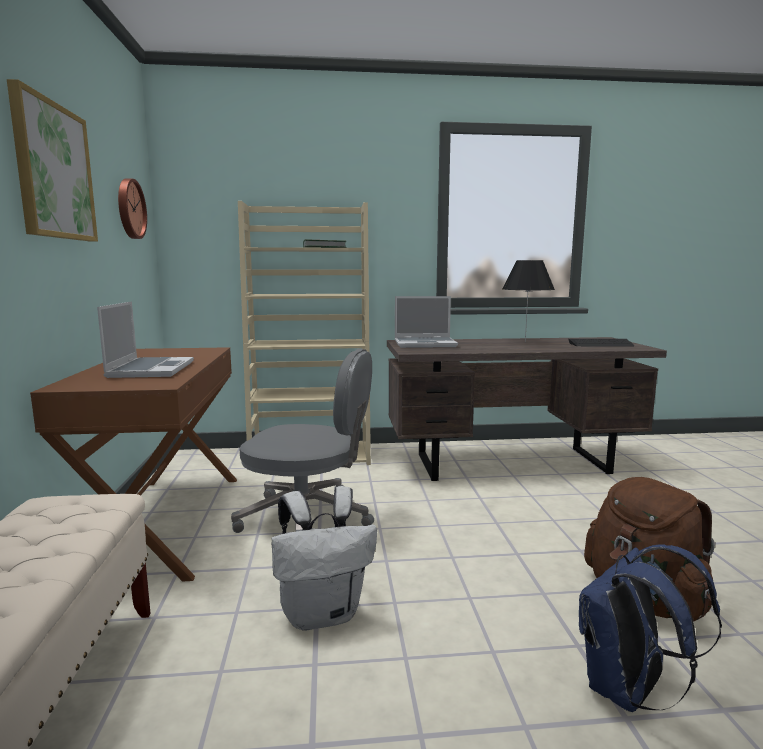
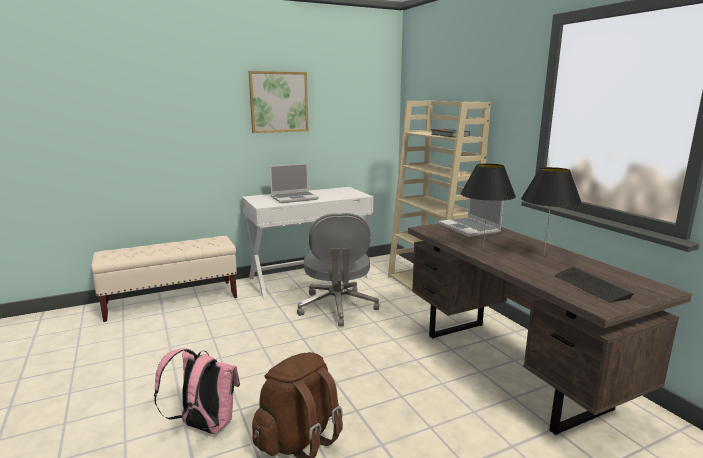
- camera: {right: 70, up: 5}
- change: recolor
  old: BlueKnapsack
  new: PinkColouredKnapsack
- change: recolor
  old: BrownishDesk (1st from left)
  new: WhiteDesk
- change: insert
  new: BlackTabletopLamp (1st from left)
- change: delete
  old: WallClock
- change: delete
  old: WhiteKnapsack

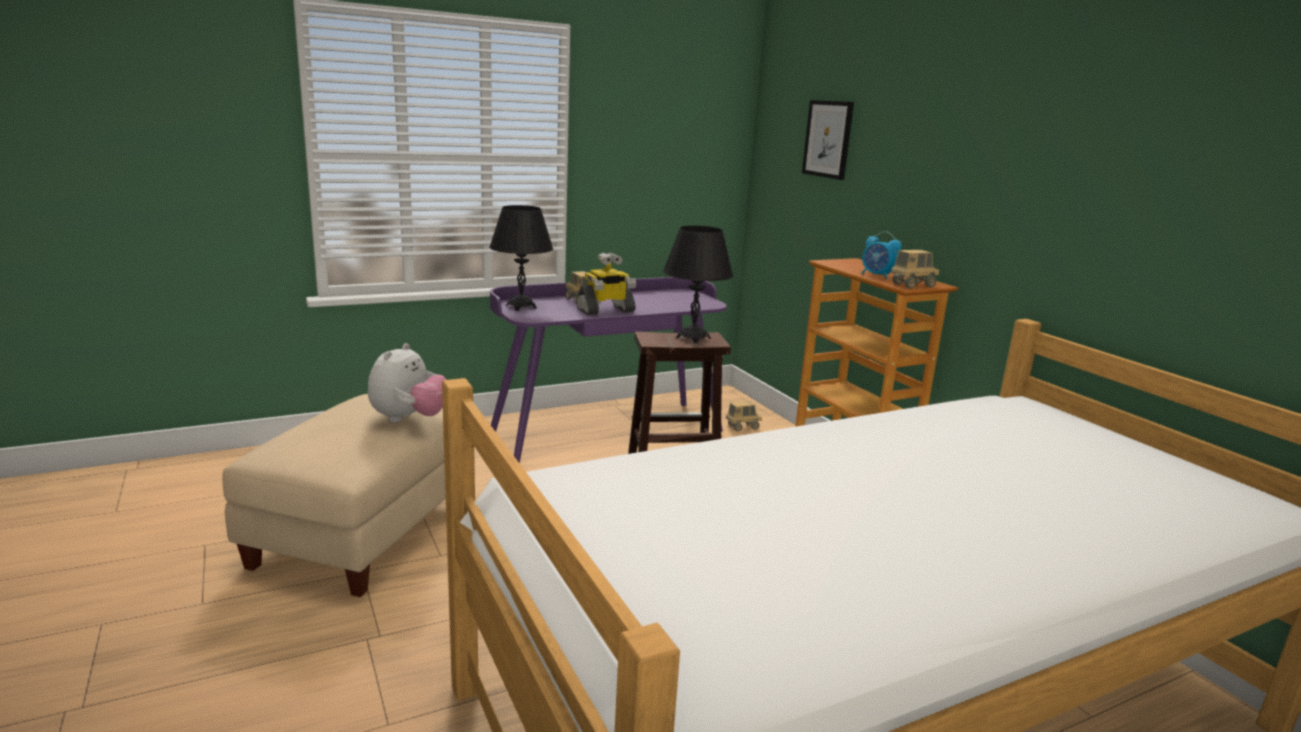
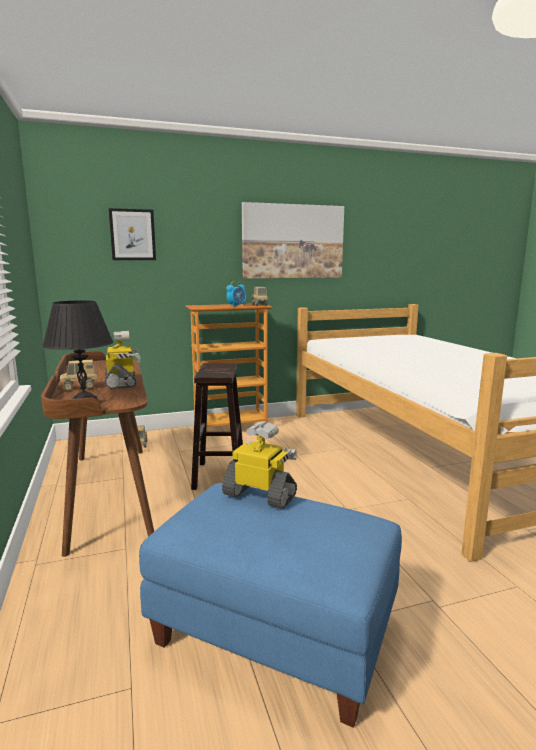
- camera: {right: -80, up: -5}
- change: recolor
  old: PurpleDesk
  new: BrownishDesk
- change: recolor
  old: BeigeOttoman
  new: BlueOttoman
- change: replace
  old: CuddlyToy
  new: RobotFigure (2nd from left)
- change: insert
  new: WallPicture (2nd from left)
- change: delete
  old: BlackTabletopLamp (2nd from left)

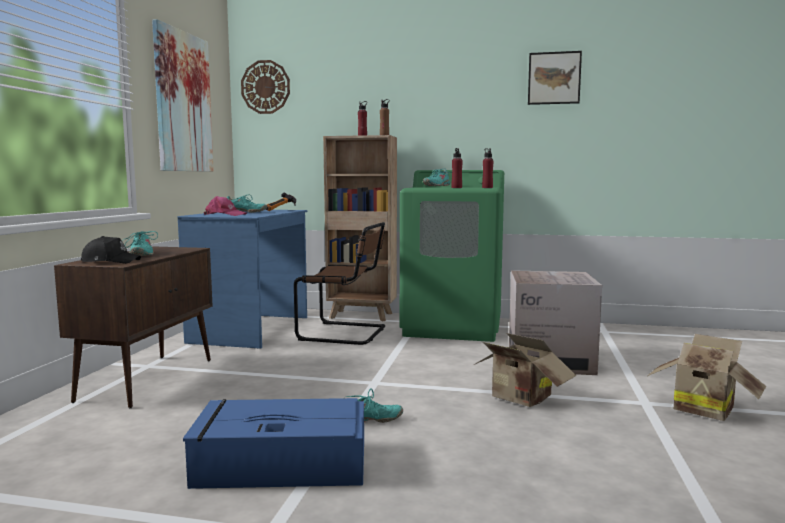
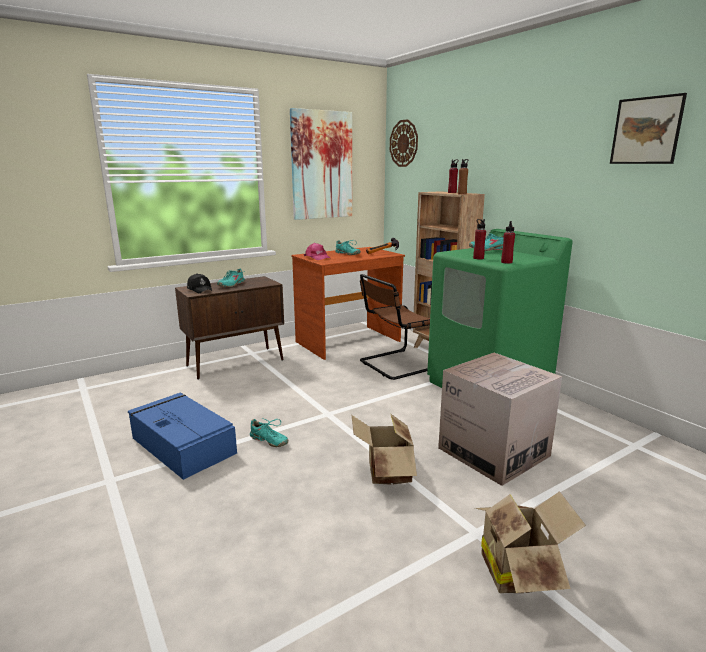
- camera: {right: 45, up: 10}
- change: recolor
  old: BlueDesk
  new: BrownishDesk
- change: rotate
  old: BrownishPlainChair
  degrees: 90

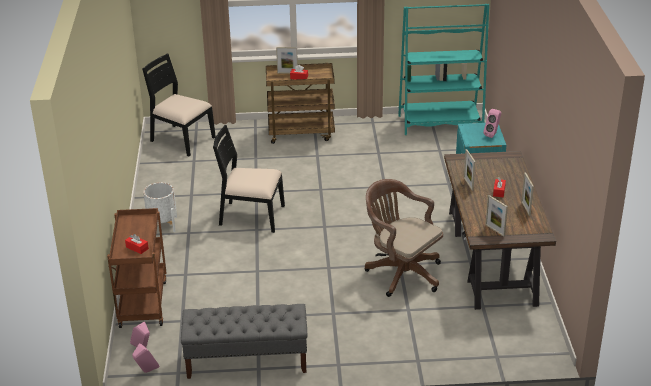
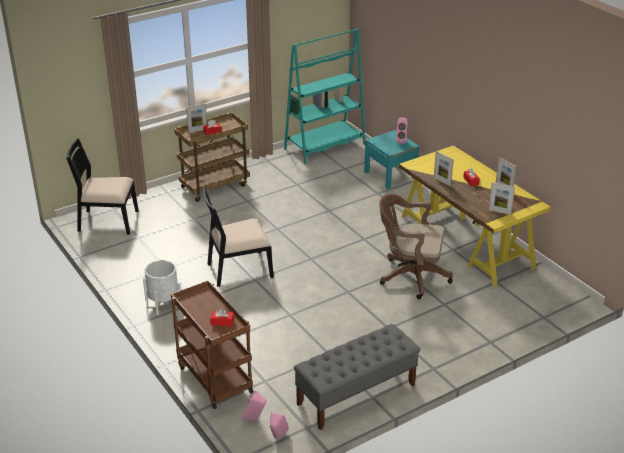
- camera: {right: -30, up: 0}
- change: recolor
  old: BrownishDesk
  new: YellowColouredDesk

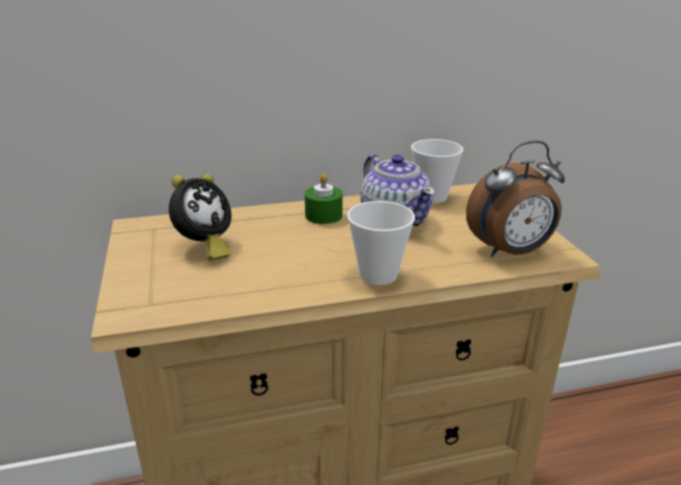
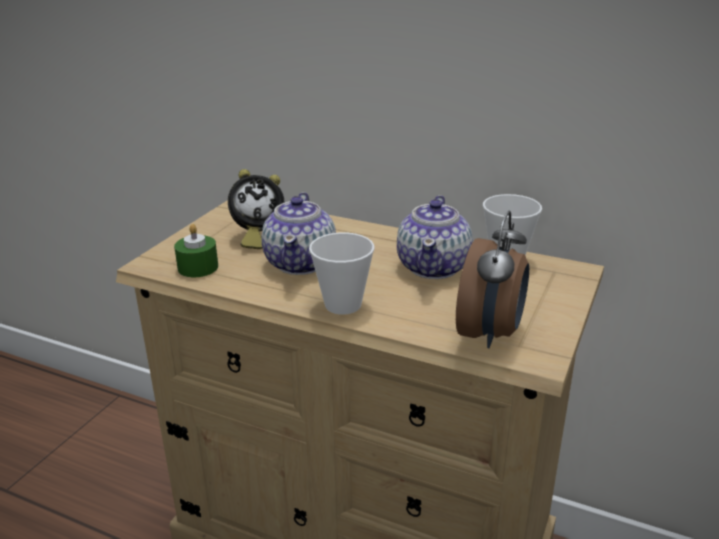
- camera: {right: 40, up: 0}
- change: move
  old: GreenishCandle
- change: insert
  new: TeaPot (1st from left)
- change: rotate
  old: TableClock (2nd from left)
  degrees: -90

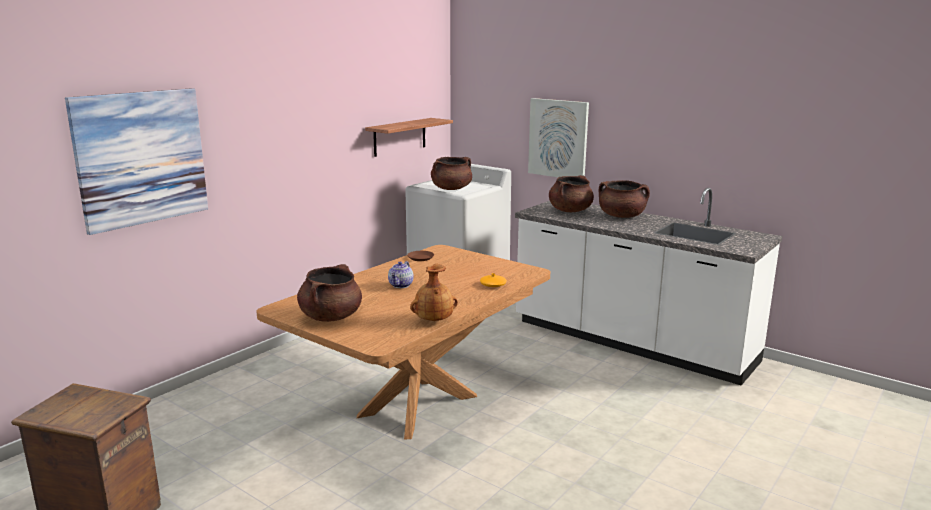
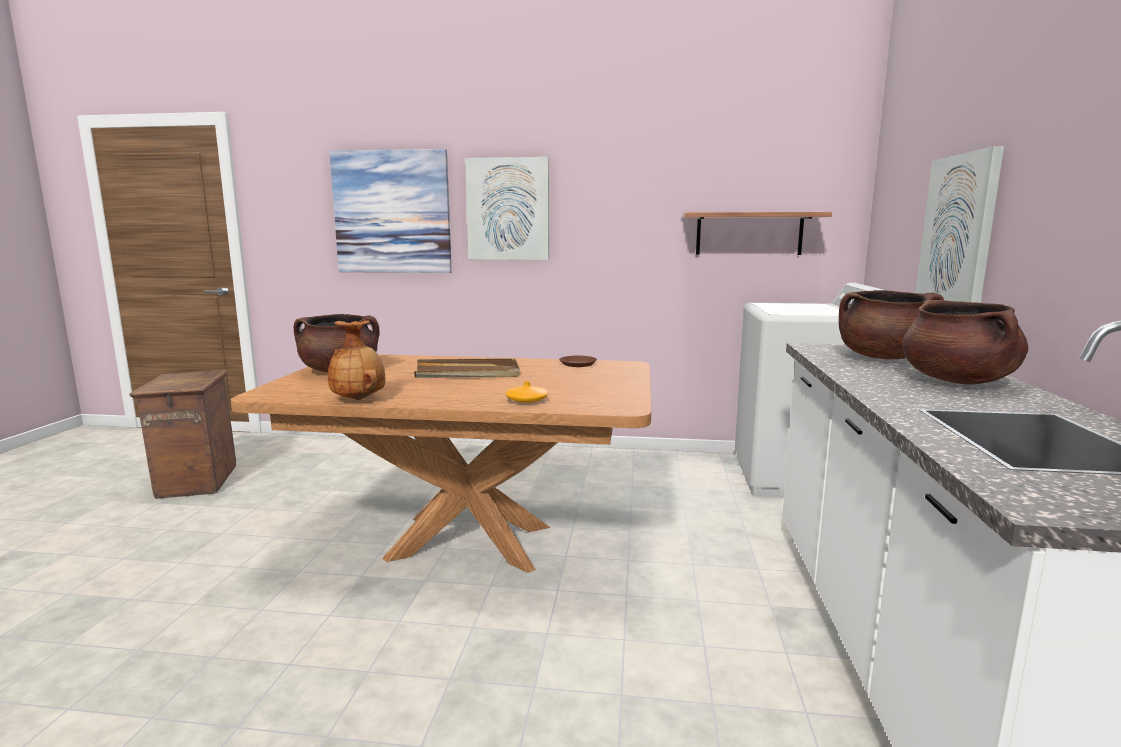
- camera: {right: 60, up: -5}
- change: replace
  old: TeaPot
  new: BrownishCarryingTray
- change: insert
  new: WallPicture (2nd from left)
- change: delete
  old: BrownishSaucepot (2nd from left)

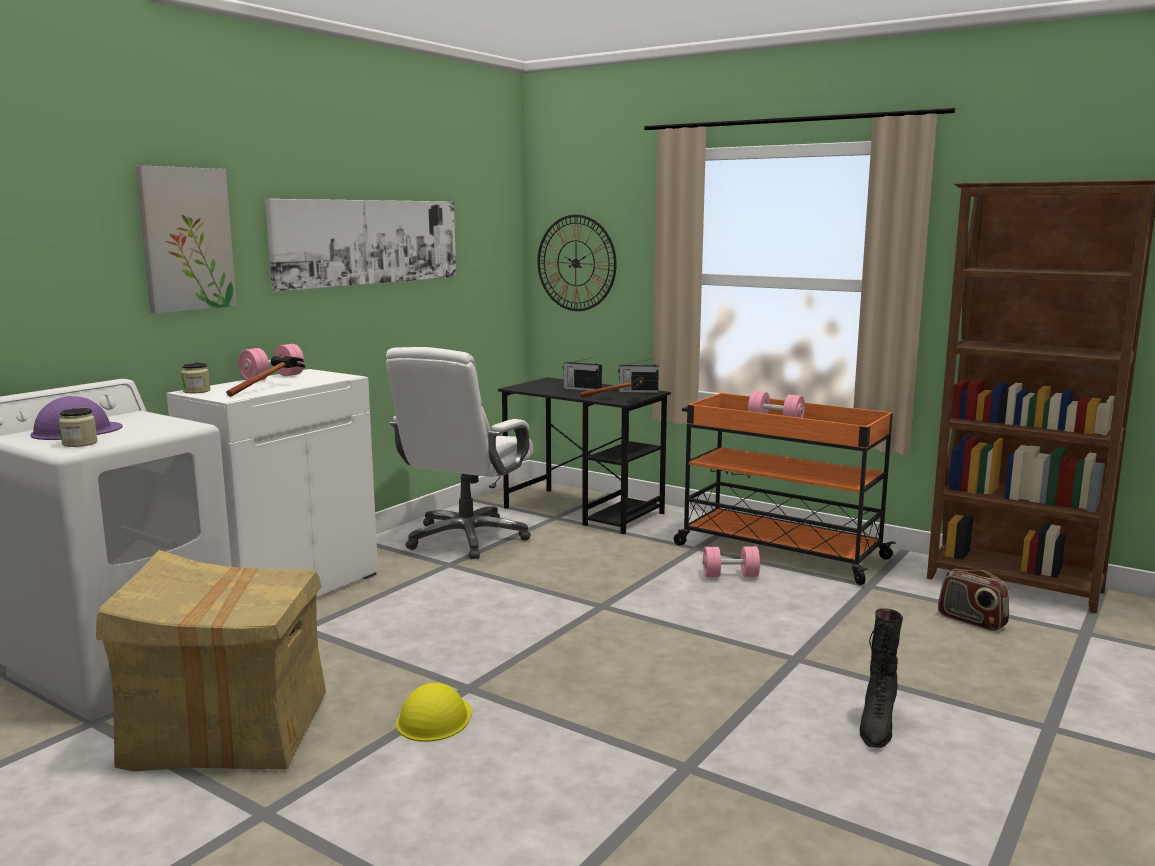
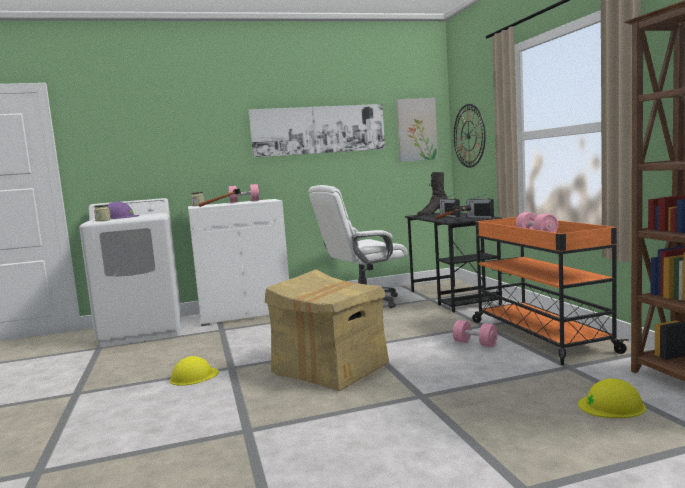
- camera: {right: 40, up: -5}
- change: move
  old: Carton
- change: move
  old: WallPicture (1st from left in the first image)
  new: WallPicture (2nd from left)
- change: move
  old: BlackTallBoot
- change: replace
  old: RadioReceiver (3rd from left)
  new: YellowColouredWorkHelmet (2nd from left)

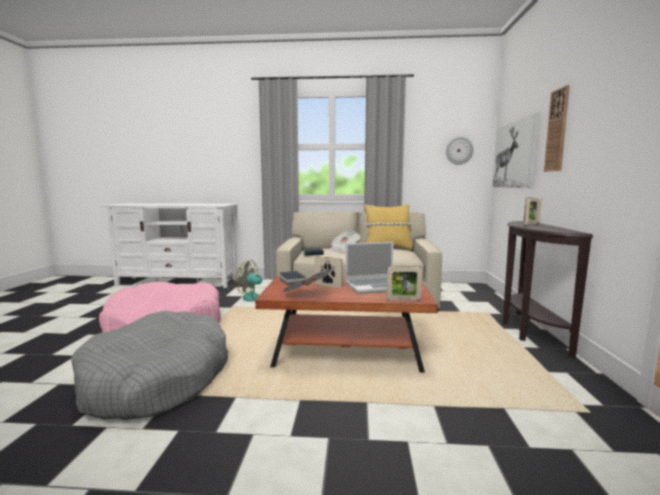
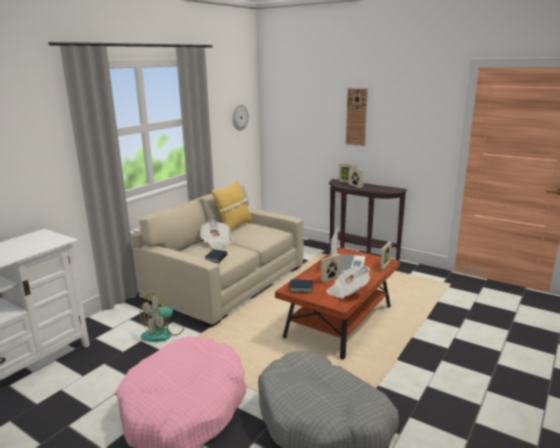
- camera: {right: -60, up: 10}
- change: delete
  old: WallPicture

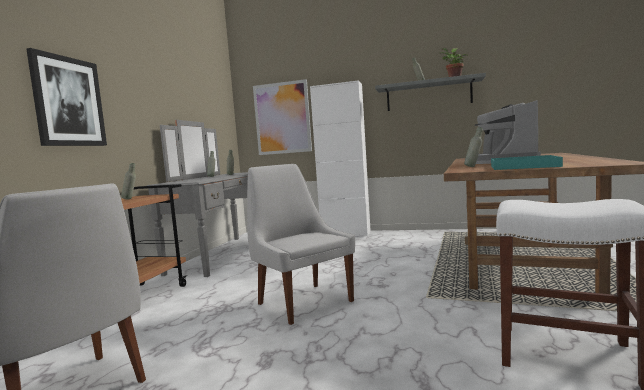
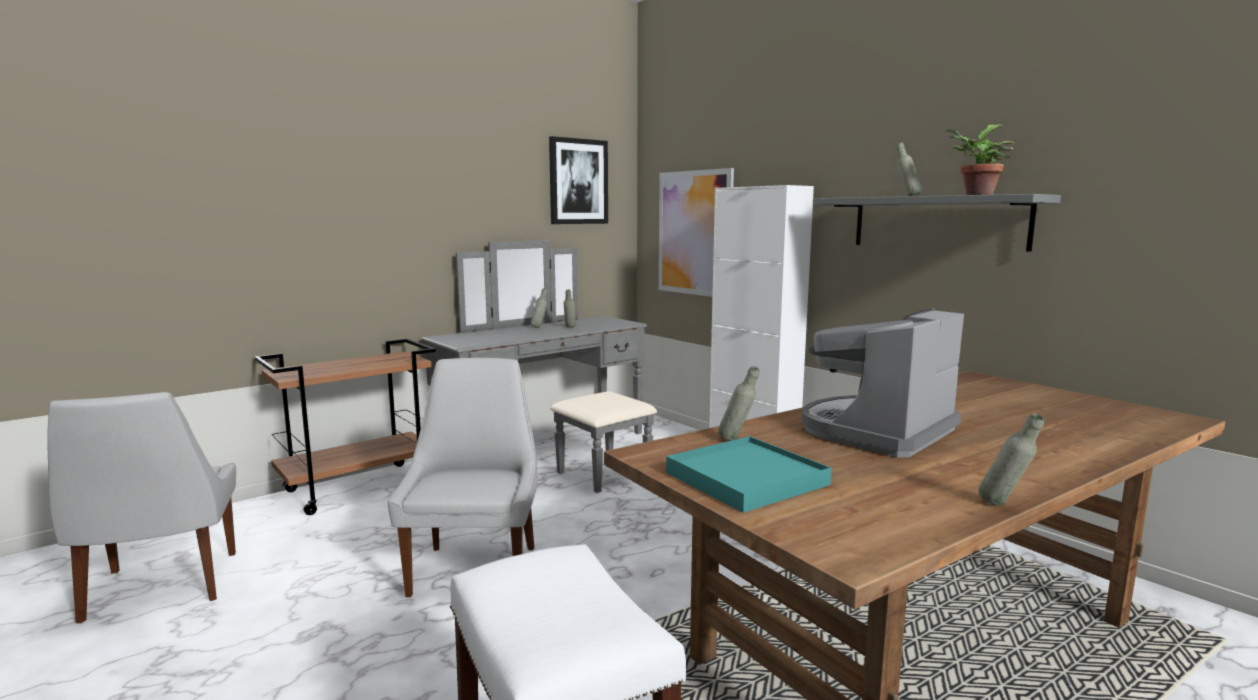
- camera: {right: 35, up: 5}
- change: move
  old: WallPicture (1st from left)
- change: move
  old: GreyBeverageBottle (1st from left in the first image)
  new: GreyBeverageBottle (5th from left)

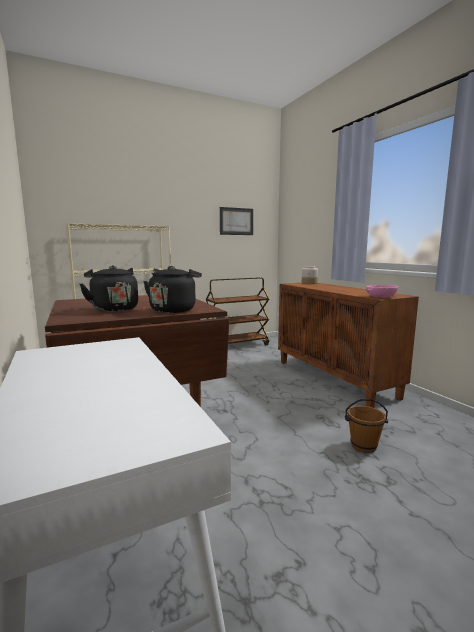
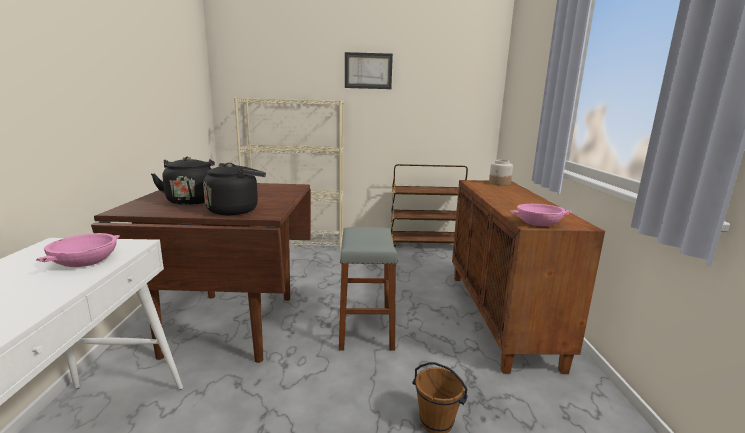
- camera: {right: 25, up: 5}
- change: insert
  new: PinkColouredServingBowl (1st from left)
- change: insert
  new: GreyStool
- change: move
  old: WallPicture

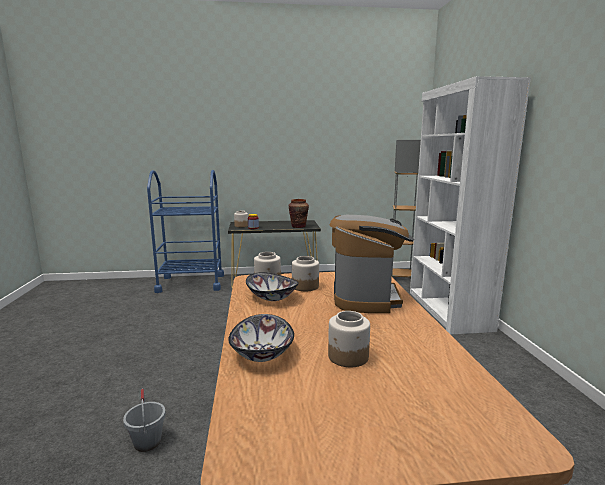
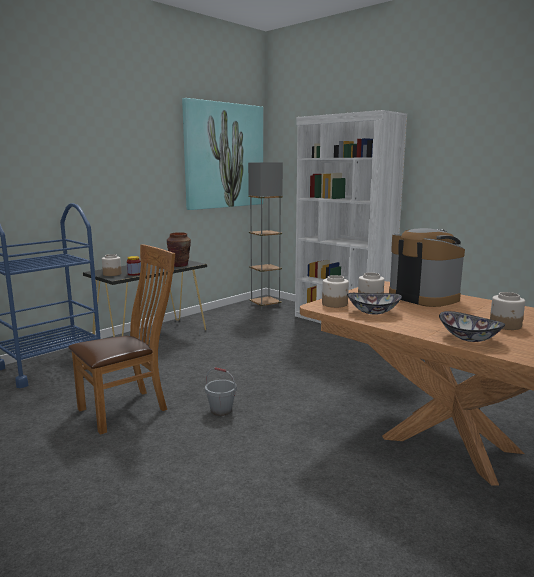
- camera: {right: -40, up: 0}
- change: insert
  new: BrownishPlainChair
- change: insert
  new: WallPicture
- change: move
  old: GreyWaterBucket

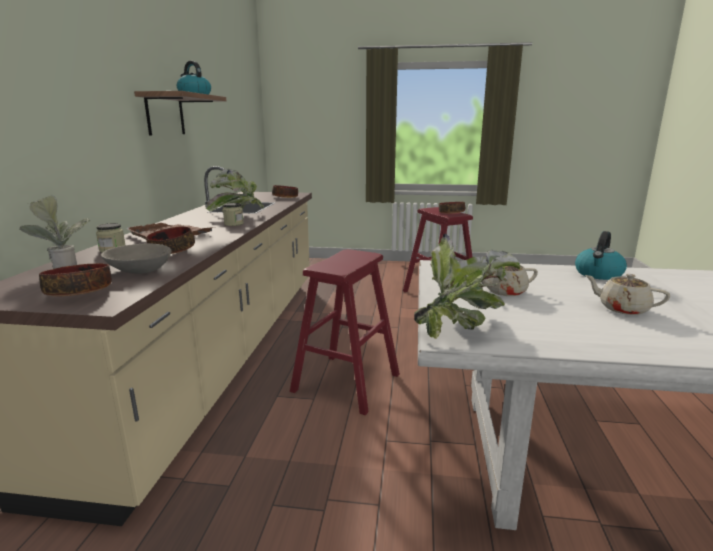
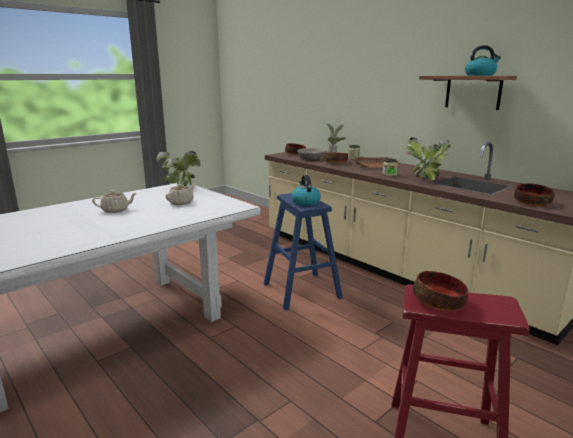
- camera: {right: 130, up: 0}
- change: recolor
  old: ReddishStool (1st from left)
  new: BlueStool
- change: move
  old: WaterKettle (2nd from left in the first image)
  new: WaterKettle (1st from left)

